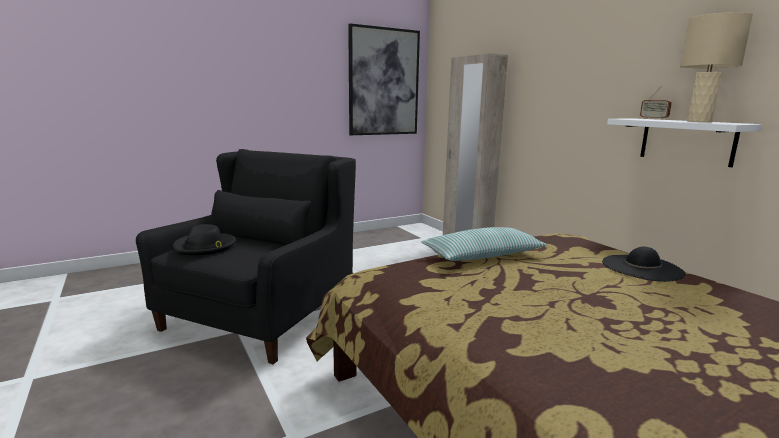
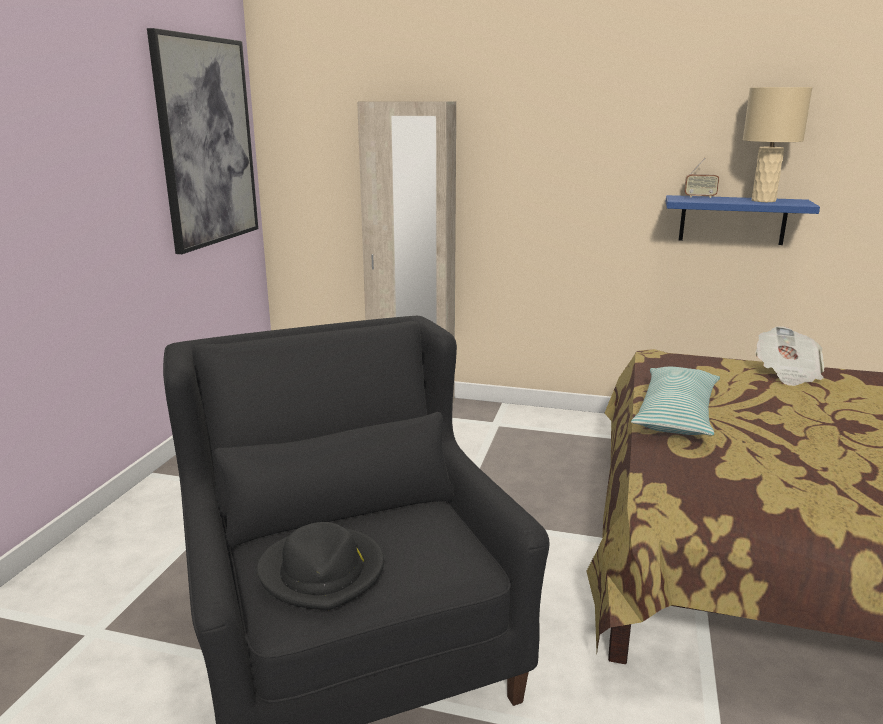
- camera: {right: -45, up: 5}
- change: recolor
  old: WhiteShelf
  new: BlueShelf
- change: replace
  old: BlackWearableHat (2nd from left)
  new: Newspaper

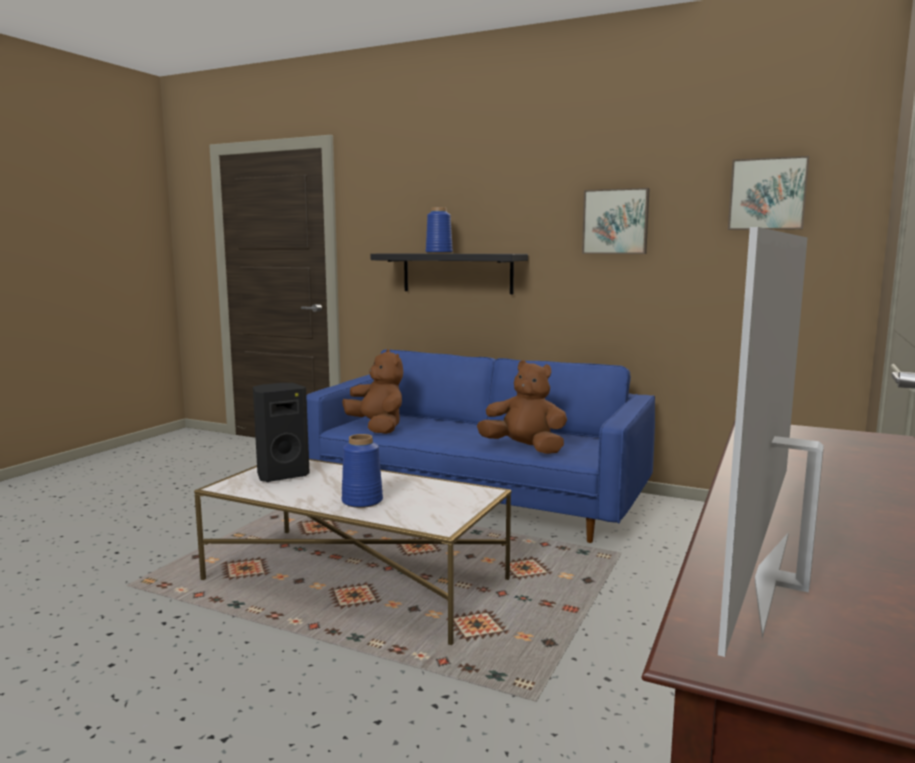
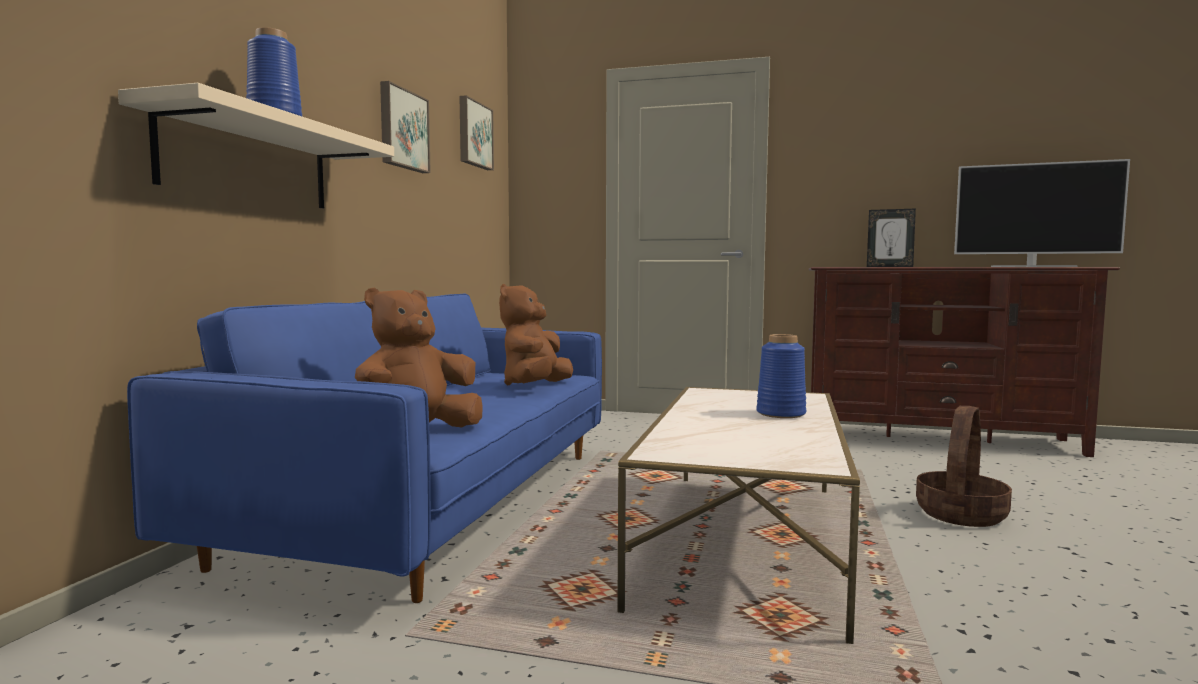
- camera: {right: -100, up: -5}
- change: recolor
  old: BlackShelf
  new: BeigeShelf
- change: insert
  new: PictureFrame
- change: insert
  new: HouseholdBasket
- change: delete
  old: BlackSpeaker

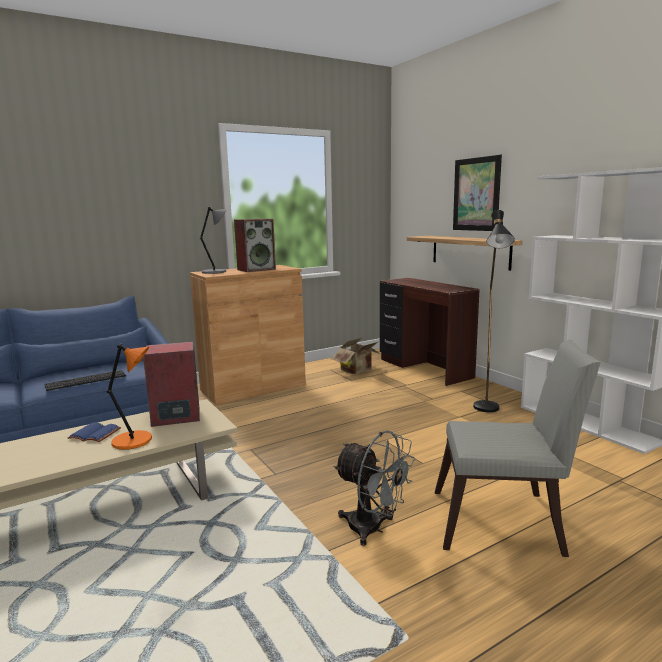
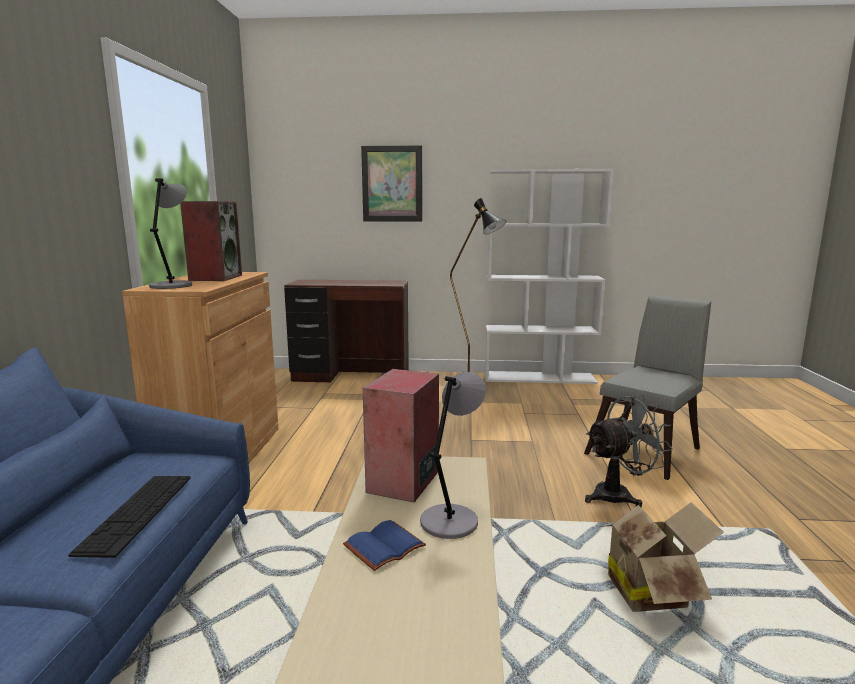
- camera: {right: -55, up: 0}
- change: recolor
  old: OrangeyTabletopLamp
  new: GreyTabletopLamp (2nd from left)
- change: move
  old: Carton
- change: delete
  old: Shelf

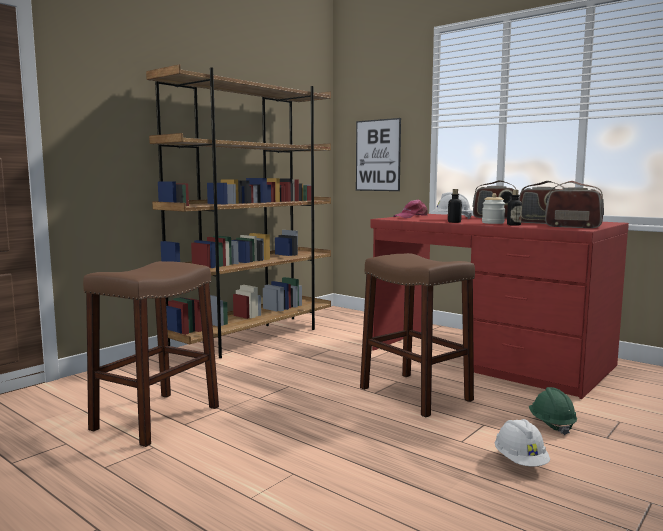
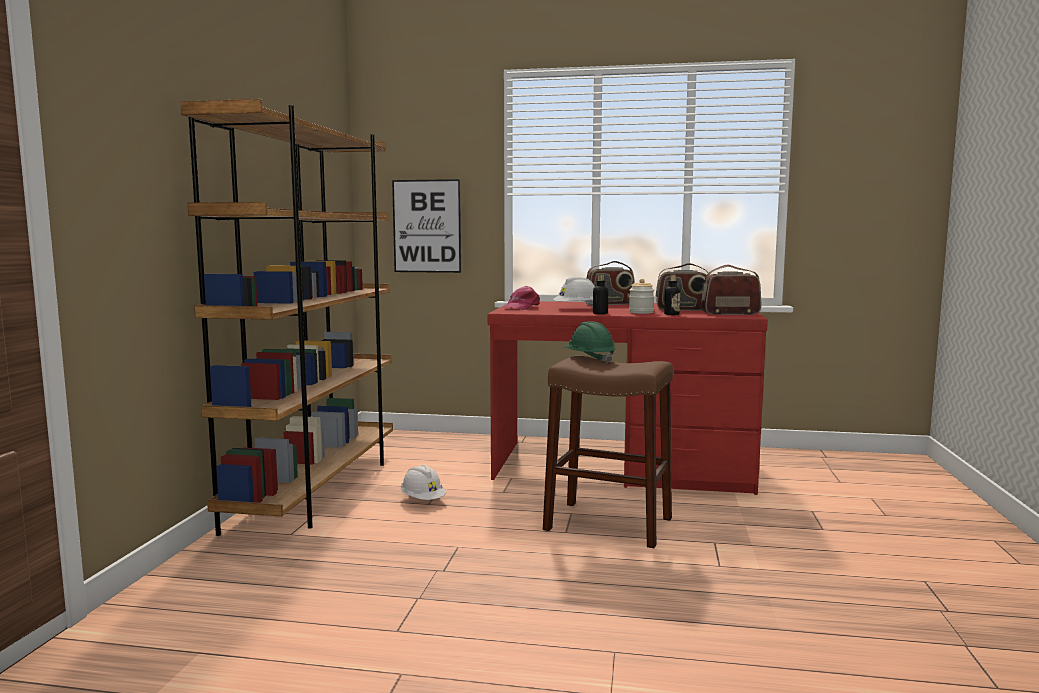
- camera: {right: -30, up: 0}
- change: move
  old: WhiteWorkHelmet (2nd from left in the first image)
  new: WhiteWorkHelmet (1st from left)
- change: move
  old: GreenishWorkHelmet
- change: delete
  old: BrownishStool (1st from left)

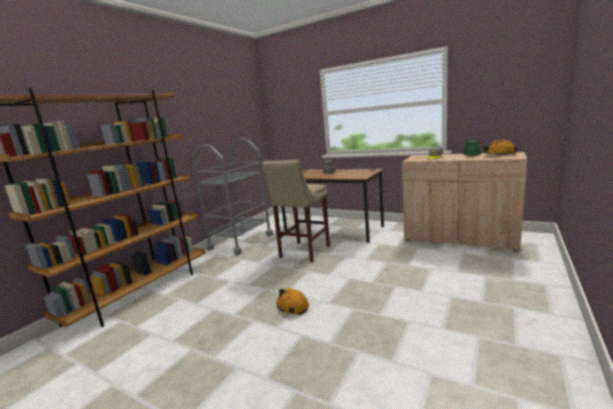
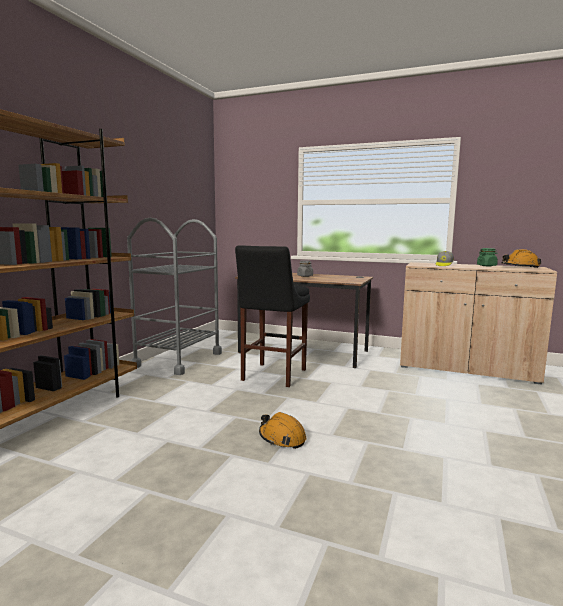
- camera: {right: -10, up: -5}
- change: recolor
  old: BeigeStool
  new: BlackStool

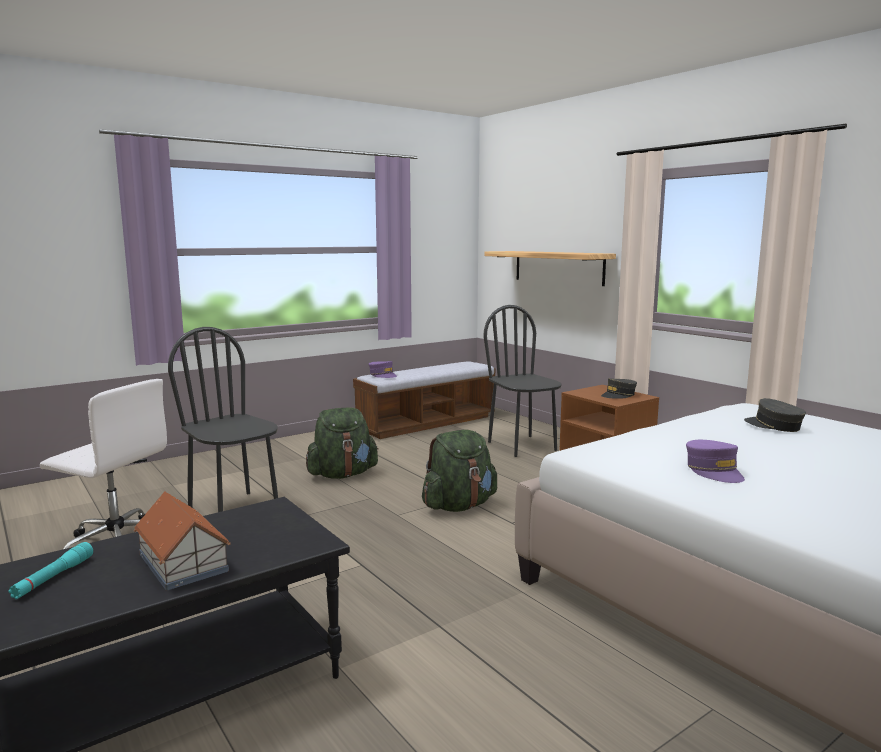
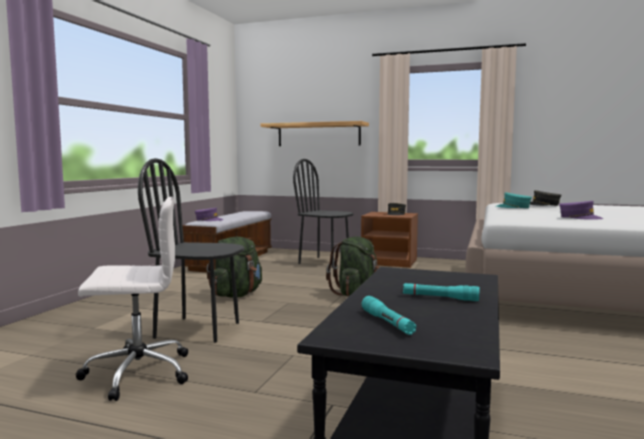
- camera: {right: -35, up: -5}
- change: replace
  old: ToyHouse
  new: TurquoiseColouredFlashlight (2nd from left)
- change: insert
  new: TurquoiseColouredPeakedCap

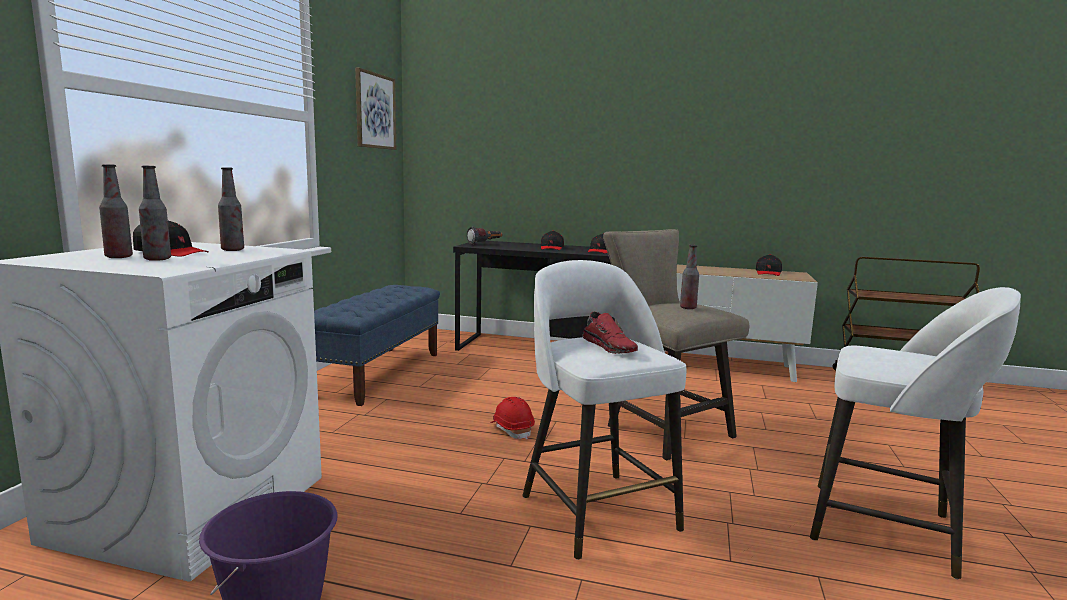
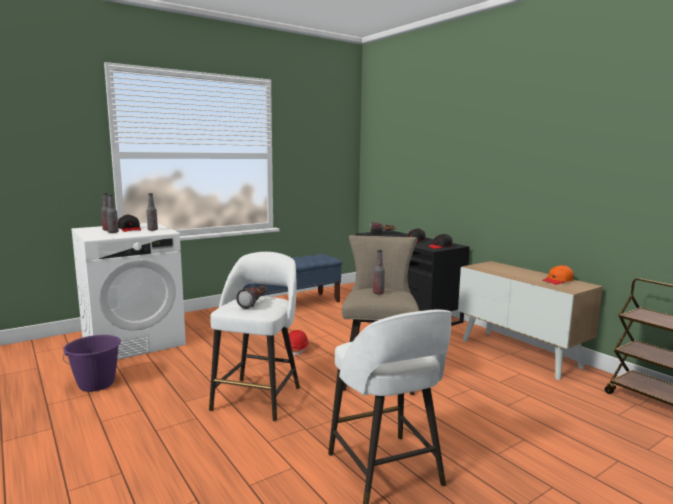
- camera: {right: 40, up: 0}
- change: replace
  old: ReddishLowShoe
  new: Flashlight (1st from left)
- change: recolor
  old: BlackPeakedCap (4th from left)
  new: OrangeyPeakedCap
- change: delete
  old: WallPicture

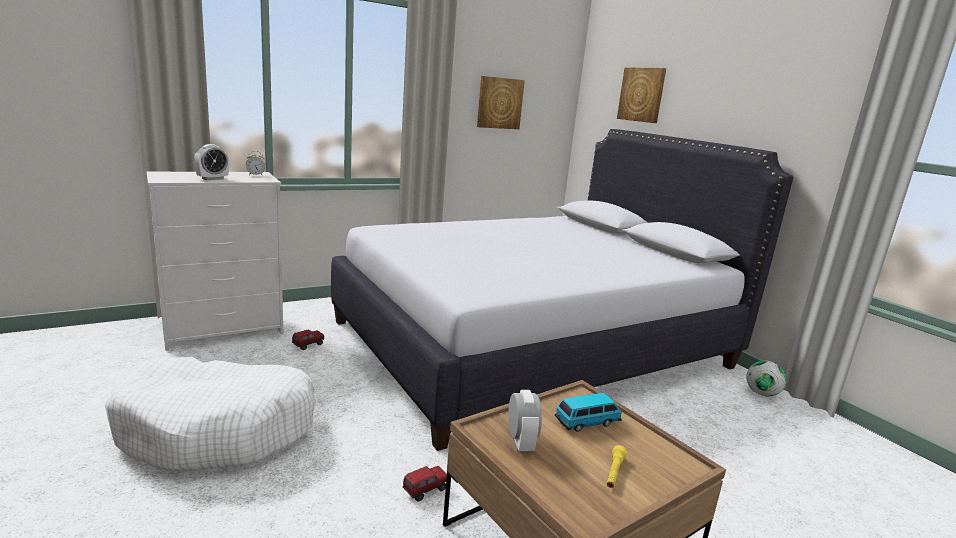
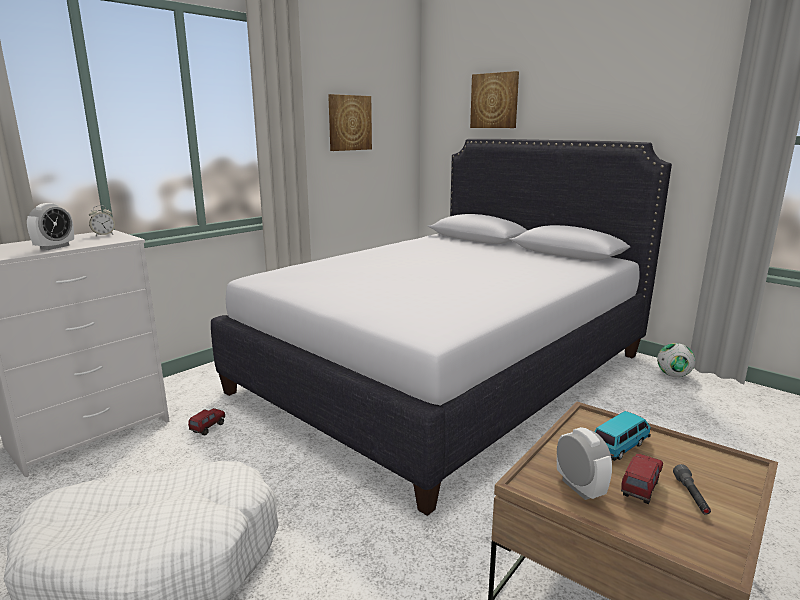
- camera: {right: -15, up: 0}
- change: move
  old: ToyLorry (2nd from left)
- change: recolor
  old: YellowColouredFlashlight
  new: GreyFlashlight

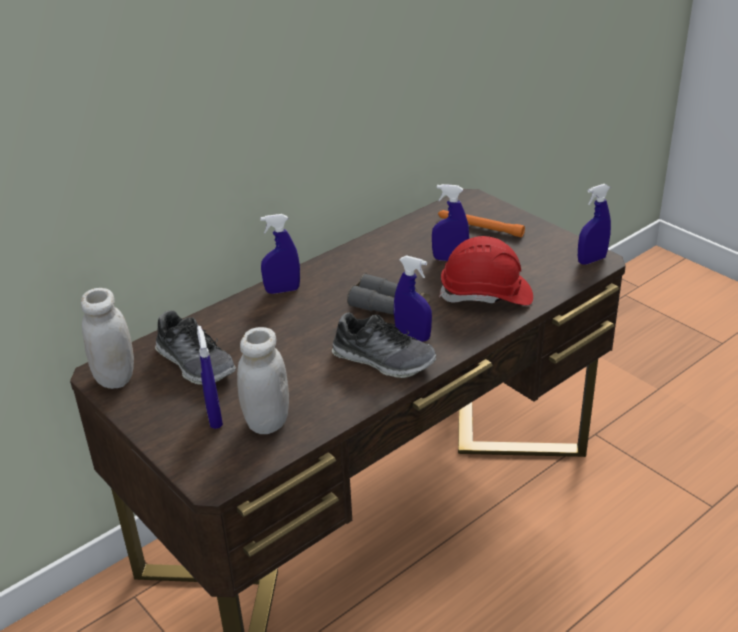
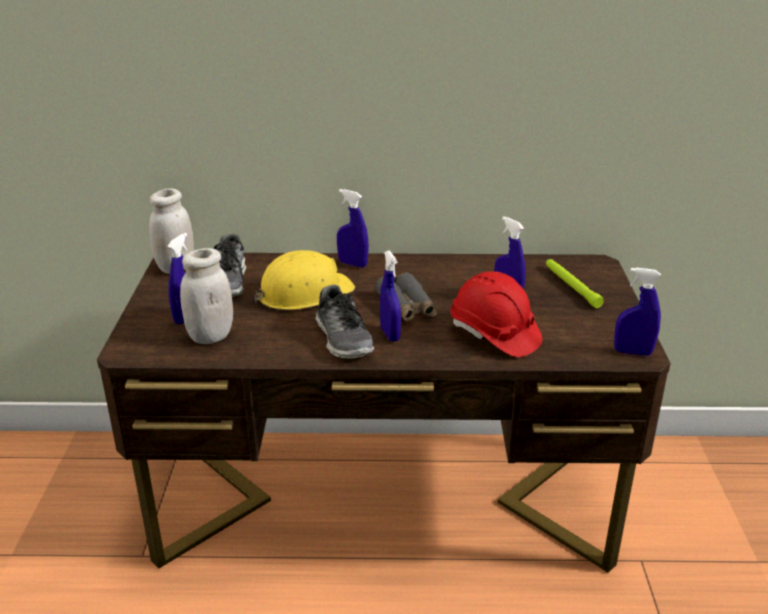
- camera: {right: 40, up: -5}
- change: insert
  new: YellowColouredWorkHelmet
- change: recolor
  old: OrangeyFlashlight
  new: GreenishFlashlight

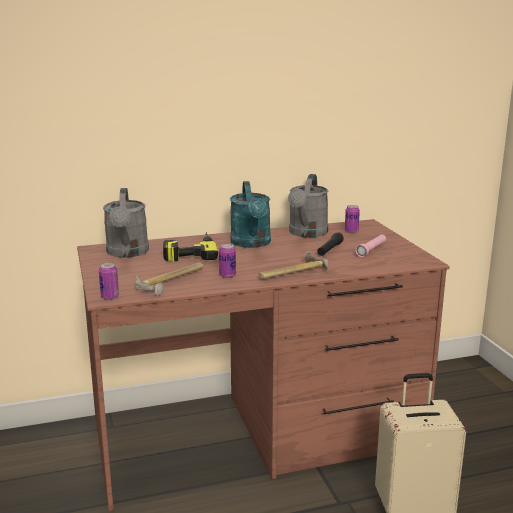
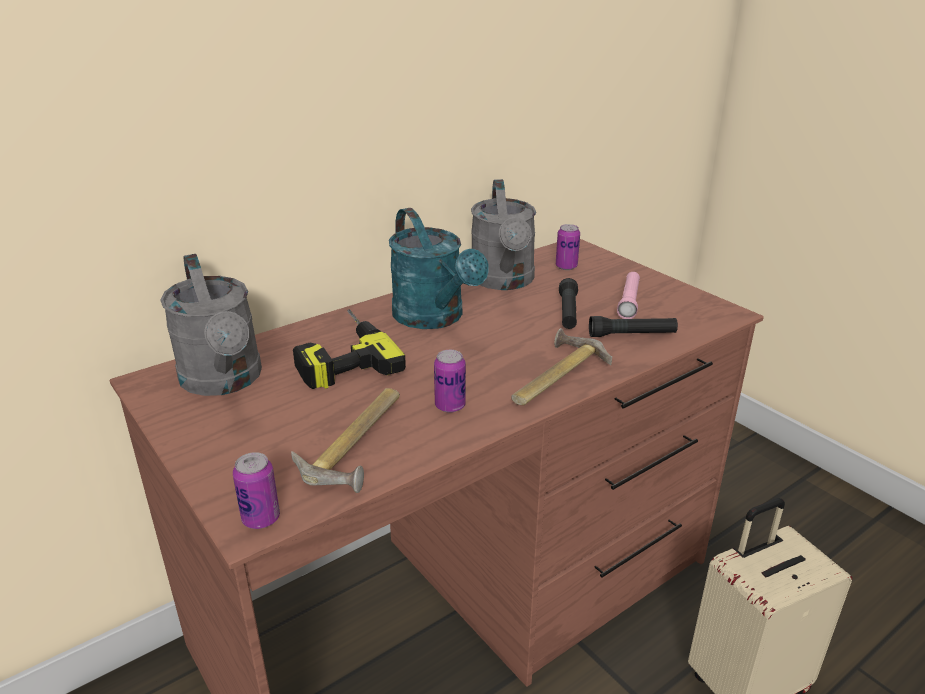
- camera: {right: -20, up: 10}
- change: insert
  new: BlackFlashlight (2nd from left)

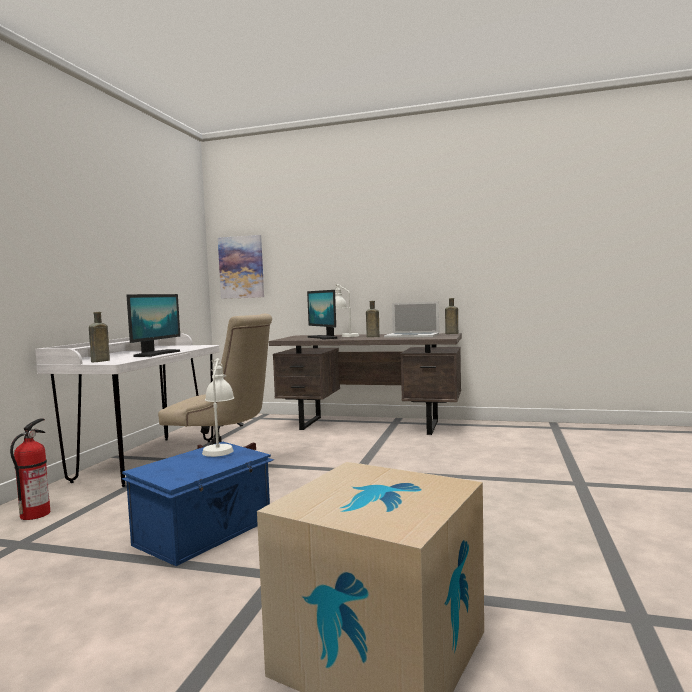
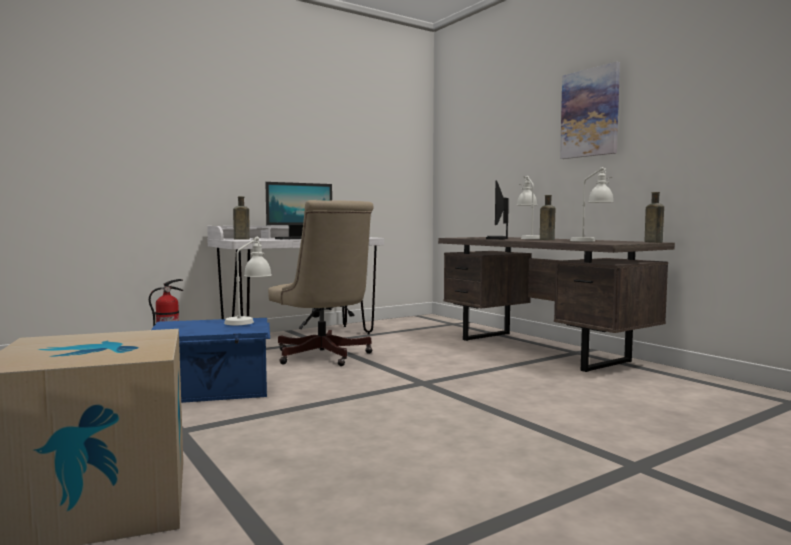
- camera: {right: 40, up: 0}
- change: move
  old: WallPicture
- change: replace
  old: PortableComputer
  new: WhiteTabletopLamp (3rd from left)

